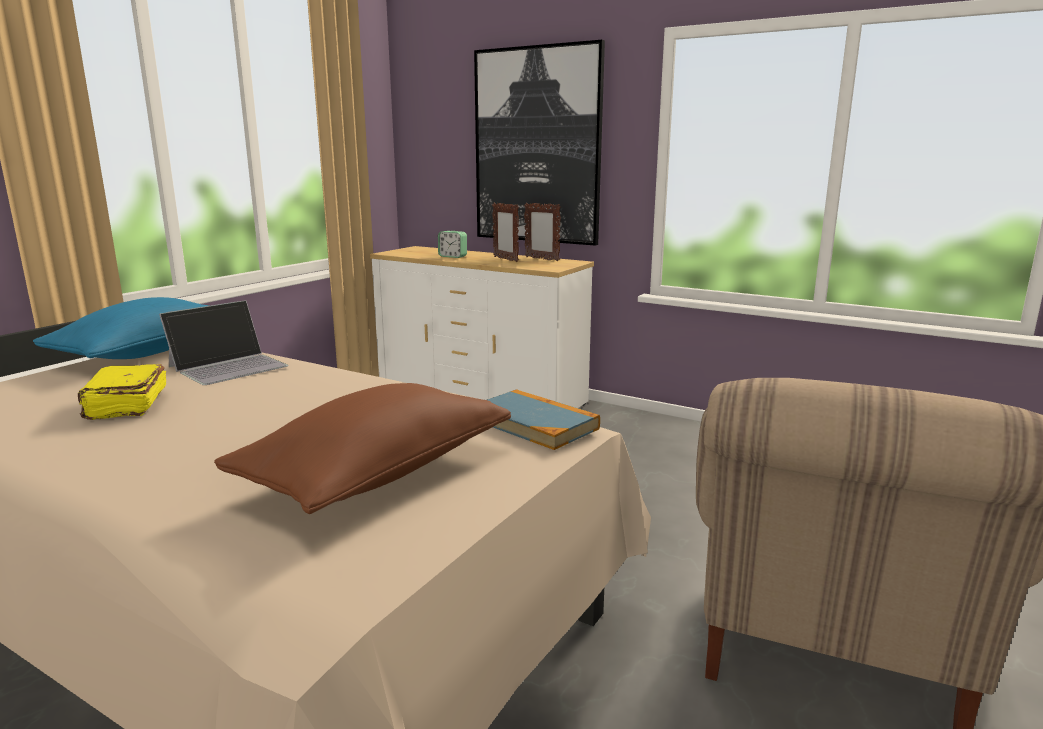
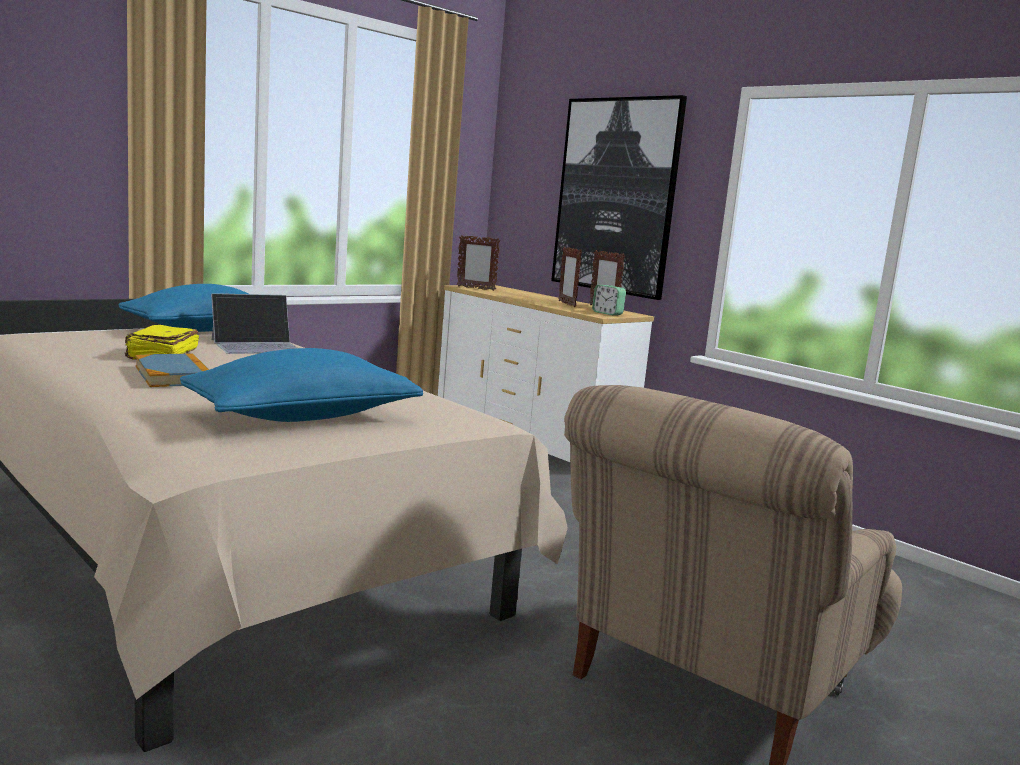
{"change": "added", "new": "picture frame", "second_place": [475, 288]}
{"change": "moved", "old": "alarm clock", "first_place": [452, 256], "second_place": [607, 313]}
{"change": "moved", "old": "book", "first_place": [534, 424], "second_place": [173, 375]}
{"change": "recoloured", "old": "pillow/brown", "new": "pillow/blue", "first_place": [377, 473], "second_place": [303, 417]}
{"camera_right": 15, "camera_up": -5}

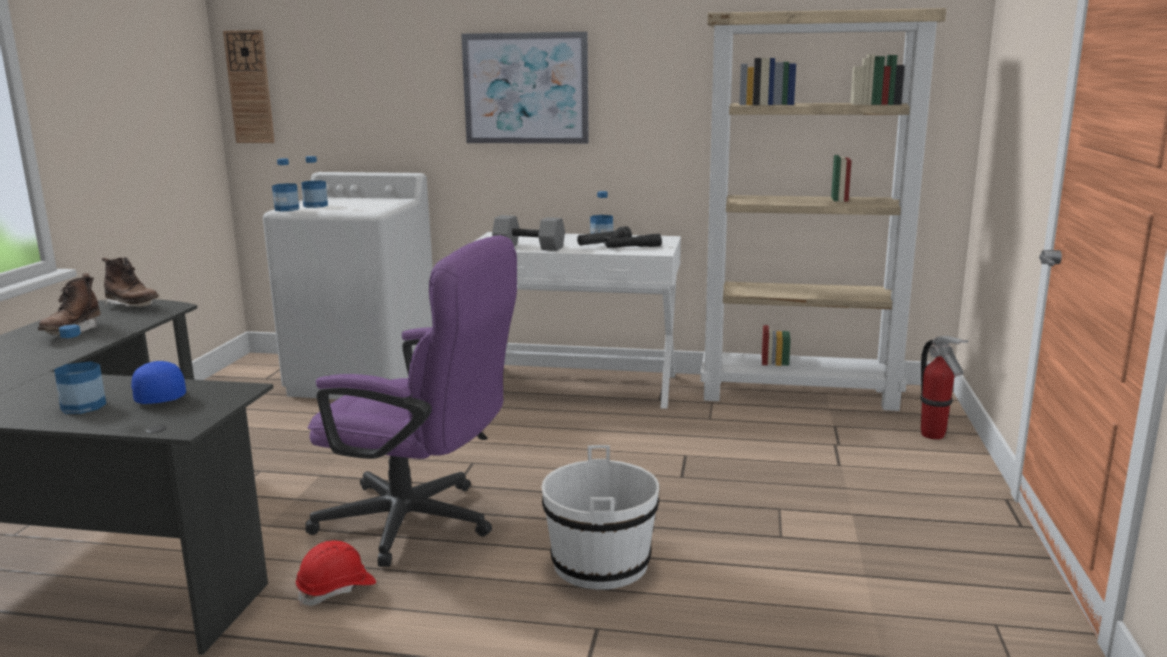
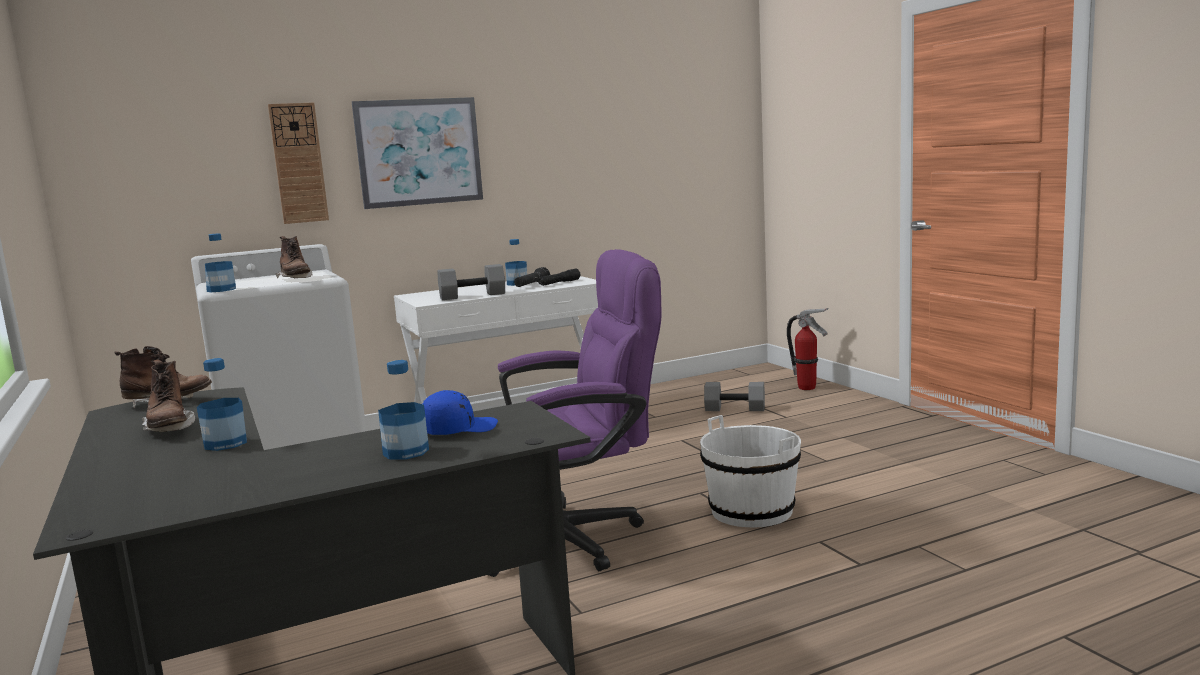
{"change": "removed", "old": "hard hat/red", "first_place": [337, 590]}
{"change": "removed", "old": "bookcase/beige", "first_place": [800, 394]}
{"change": "added", "new": "boot/brown", "second_place": [296, 279]}
{"change": "added", "new": "dumbbell/grey", "second_place": [735, 408]}
{"change": "moved", "old": "wall clock", "first_place": [250, 87], "second_place": [298, 163]}
{"change": "moved", "old": "bottle", "first_place": [315, 206], "second_place": [225, 443]}
{"change": "turned", "old": "cap/blue", "first_place": [160, 396], "second_place": [459, 429], "degrees": 120}
{"camera_right": -35, "camera_up": -5}

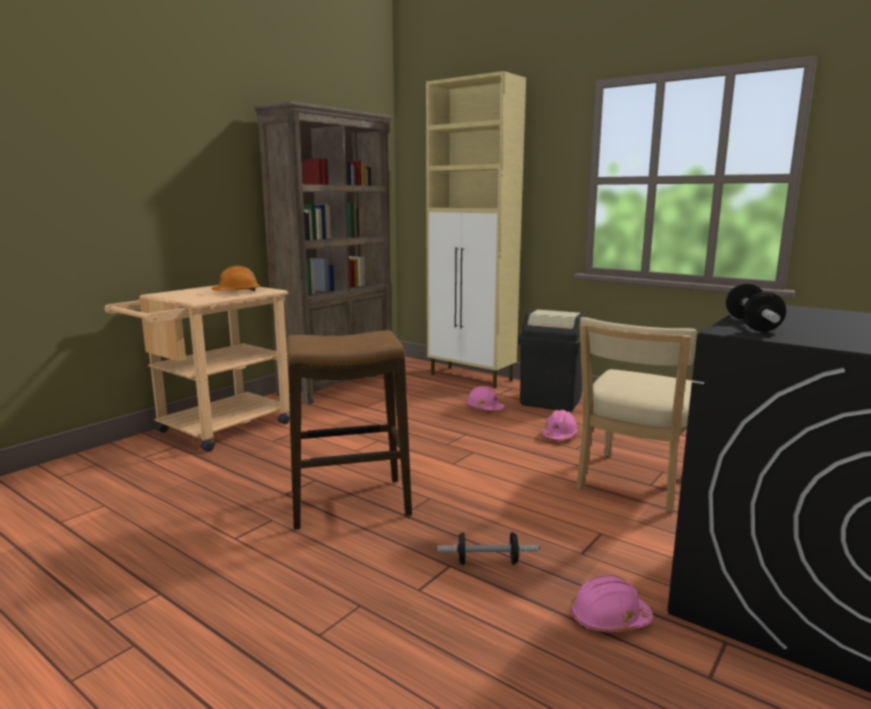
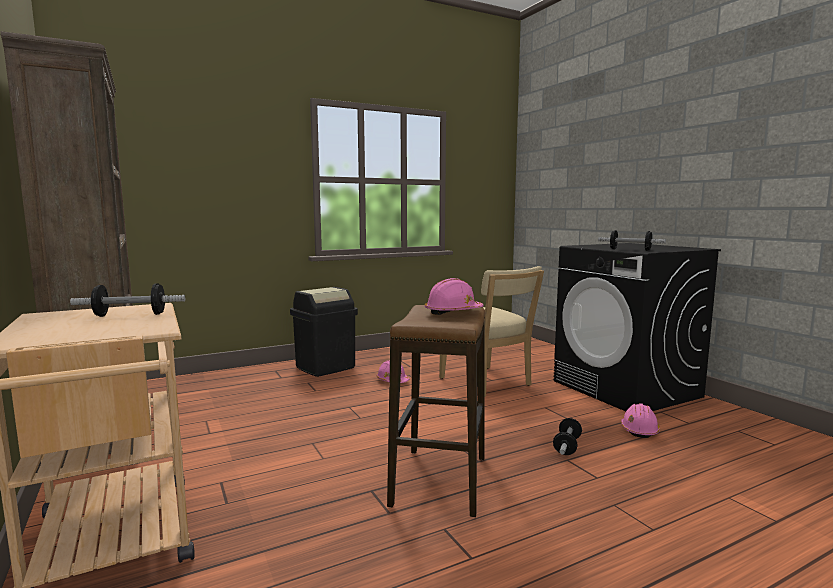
{"change": "removed", "old": "cabinet/beige", "first_place": [471, 378]}
{"change": "moved", "old": "hard hat/pink", "first_place": [484, 408], "second_place": [453, 312]}
{"change": "replaced", "old": "hard hat/orange", "new": "dumbbell", "first_place": [237, 292], "second_place": [130, 315]}
{"camera_right": -65, "camera_up": -5}

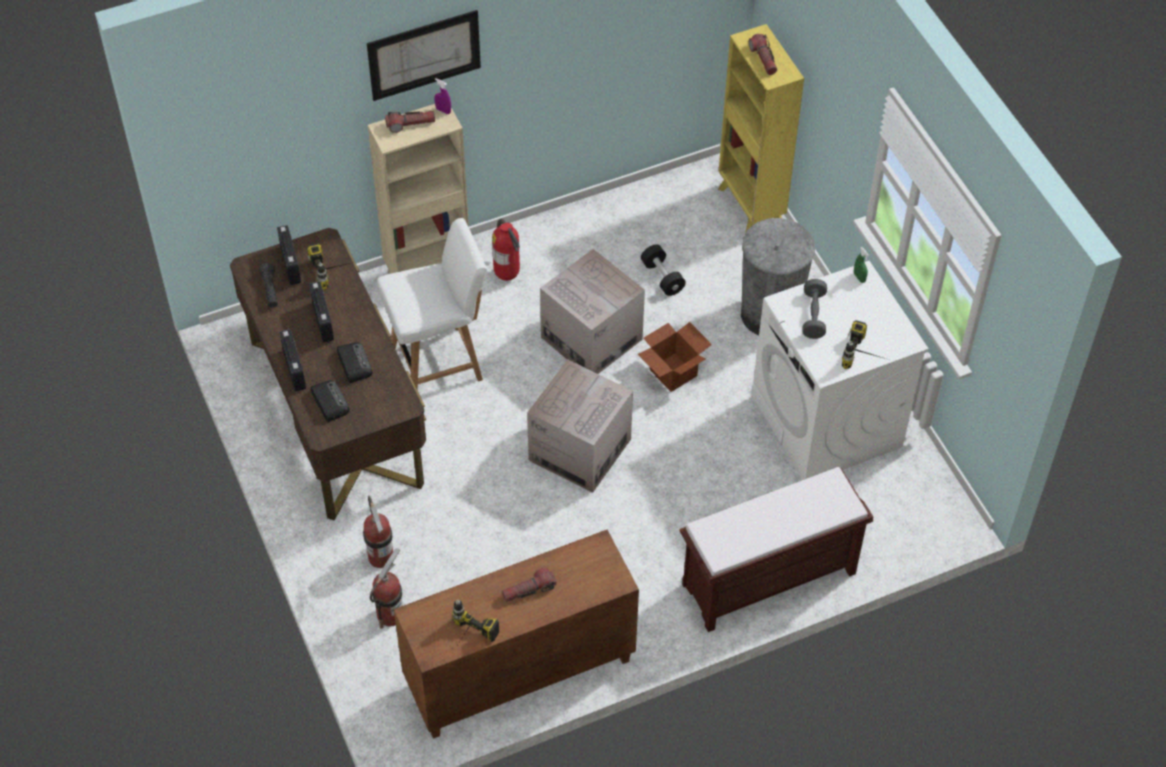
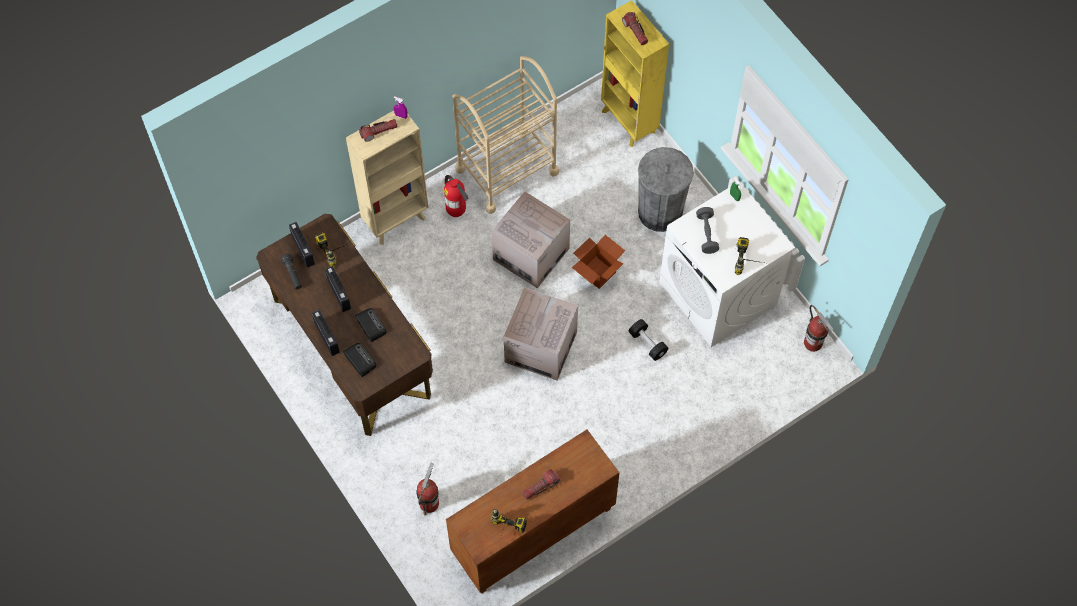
{"change": "removed", "old": "picture", "first_place": [424, 55]}
{"change": "removed", "old": "chair/white", "first_place": [438, 362]}
{"change": "removed", "old": "bench/brown", "first_place": [767, 580]}
{"change": "added", "new": "cart/beige", "second_place": [506, 170]}
{"change": "moved", "old": "fire extinguisher", "first_place": [381, 557], "second_place": [813, 343]}
{"change": "moved", "old": "dumbbell/black", "first_place": [662, 277], "second_place": [647, 343]}
{"camera_right": -10, "camera_up": 10}

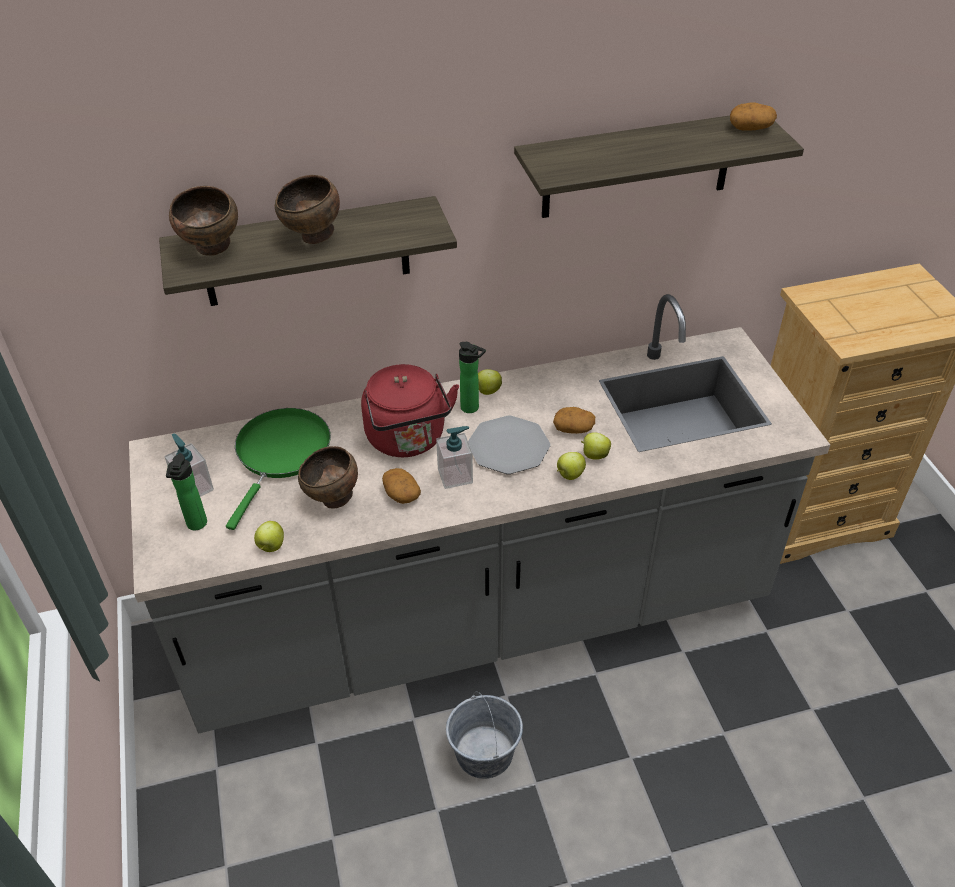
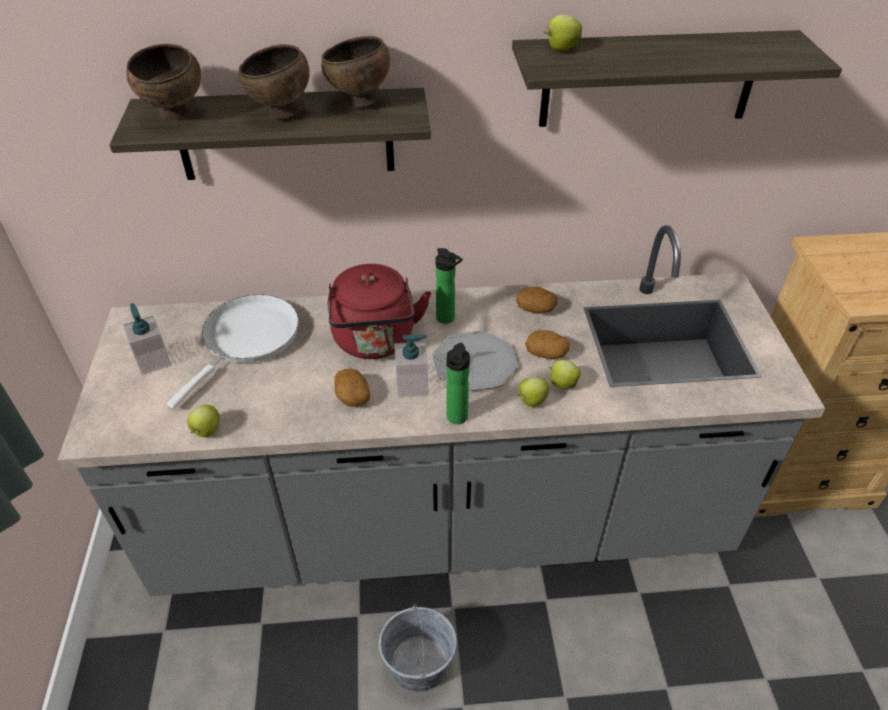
{"change": "moved", "old": "bottle", "first_place": [196, 525], "second_place": [456, 419]}
{"change": "moved", "old": "bowl/brown", "first_place": [332, 499], "second_place": [359, 102]}
{"change": "moved", "old": "apple", "first_place": [487, 391], "second_place": [560, 49]}
{"change": "moved", "old": "potato", "first_place": [750, 128], "second_place": [536, 308]}
{"change": "recoloured", "old": "frying pan/green", "new": "frying pan/white", "first_place": [281, 454], "second_place": [247, 339]}
{"camera_right": 10, "camera_up": 0}

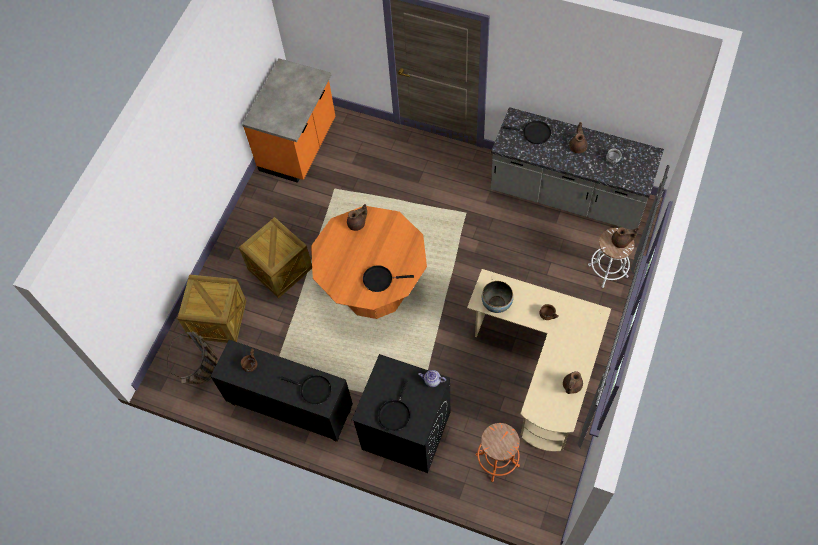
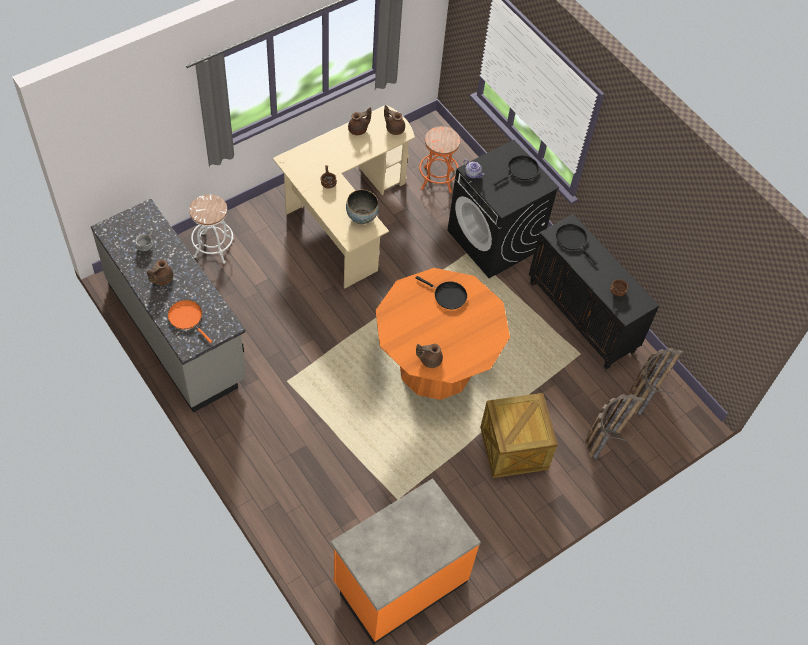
{"change": "moved", "old": "teapot/brown", "first_place": [621, 241], "second_place": [394, 128]}
{"change": "replaced", "old": "crate", "new": "basket", "first_place": [218, 319], "second_place": [607, 437]}
{"change": "recoloured", "old": "frying pan/black", "new": "frying pan/orange", "first_place": [534, 133], "second_place": [187, 318]}
{"camera_right": -155, "camera_up": -5}

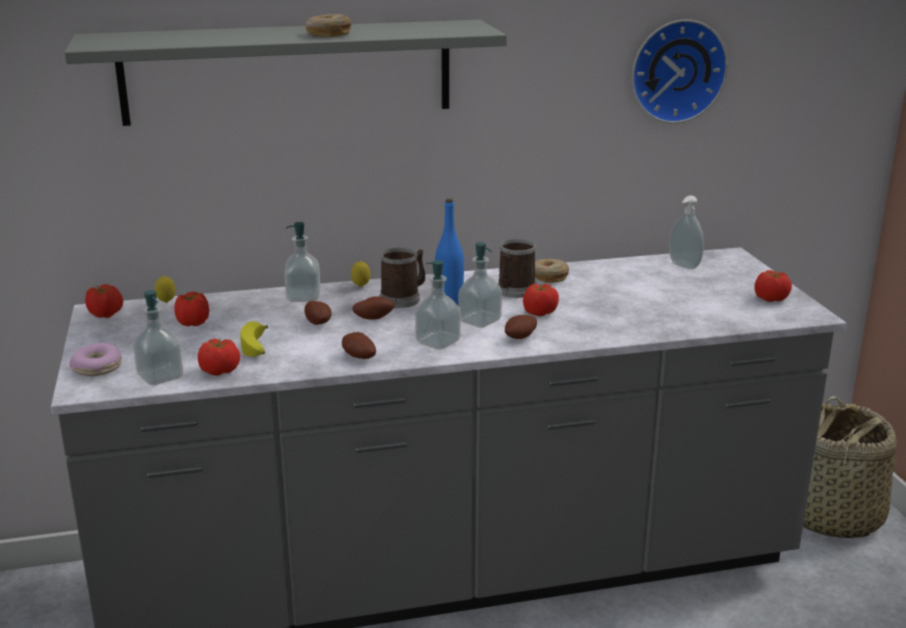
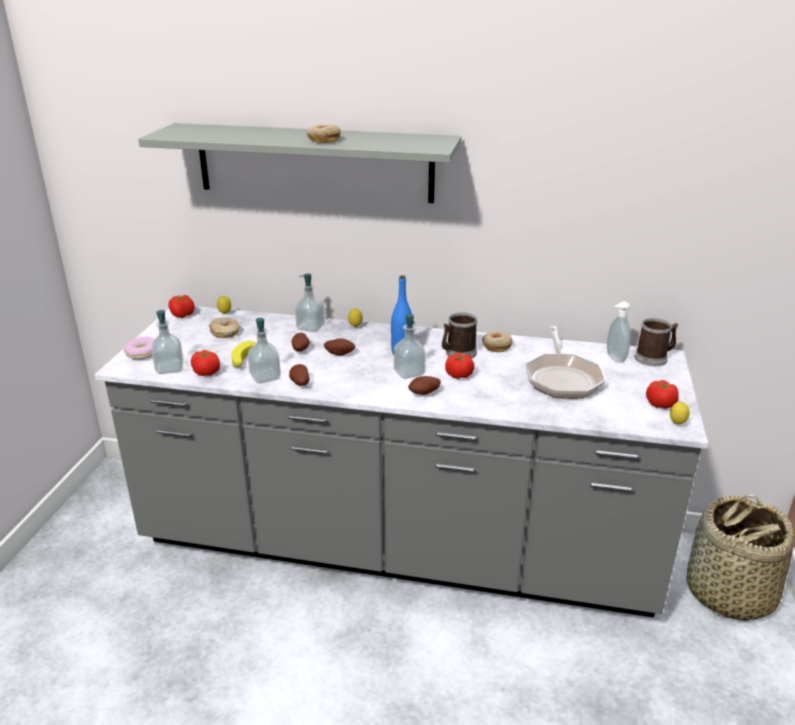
{"change": "removed", "old": "wall clock", "first_place": [676, 70]}
{"change": "added", "new": "frying pan", "second_place": [562, 378]}
{"change": "added", "new": "lemon", "second_place": [677, 424]}
{"change": "moved", "old": "mug", "first_place": [403, 298], "second_place": [654, 358]}
{"change": "moved", "old": "soap dispenser", "first_place": [438, 342], "second_place": [265, 377]}
{"change": "replaced", "old": "tomato", "new": "donut", "first_place": [192, 323], "second_place": [225, 332]}
{"camera_right": 25, "camera_up": 5}

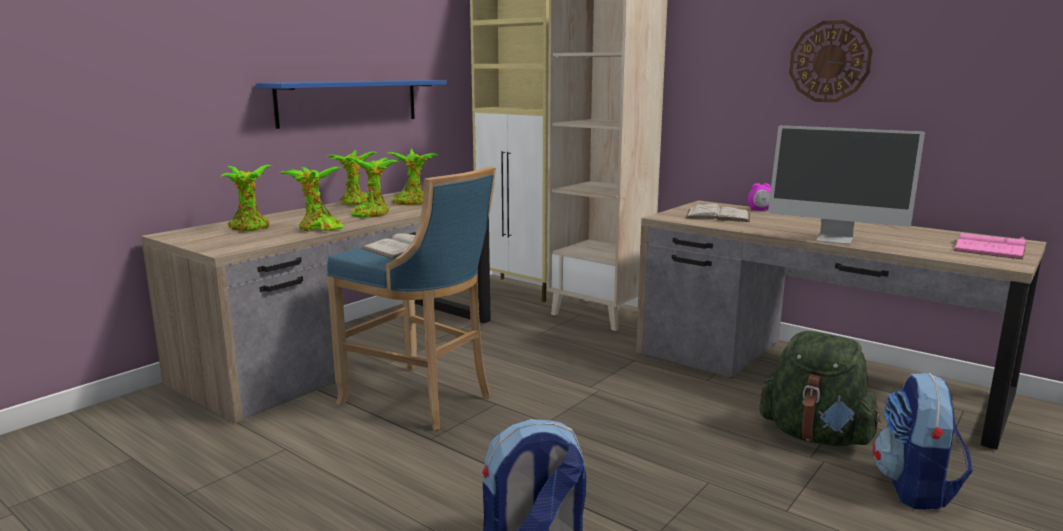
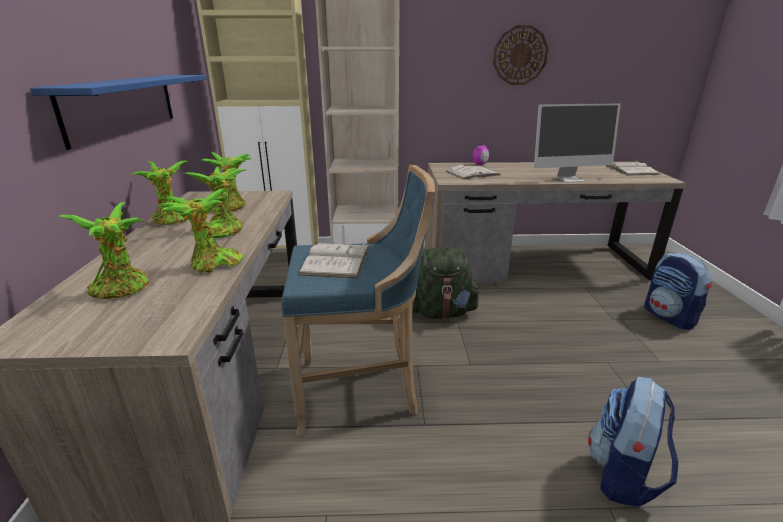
{"change": "moved", "old": "backpack/green", "first_place": [815, 436], "second_place": [441, 312]}
{"change": "recoloured", "old": "book/pink", "new": "book/white", "first_place": [990, 247], "second_place": [631, 169]}
{"camera_right": -40, "camera_up": 10}

